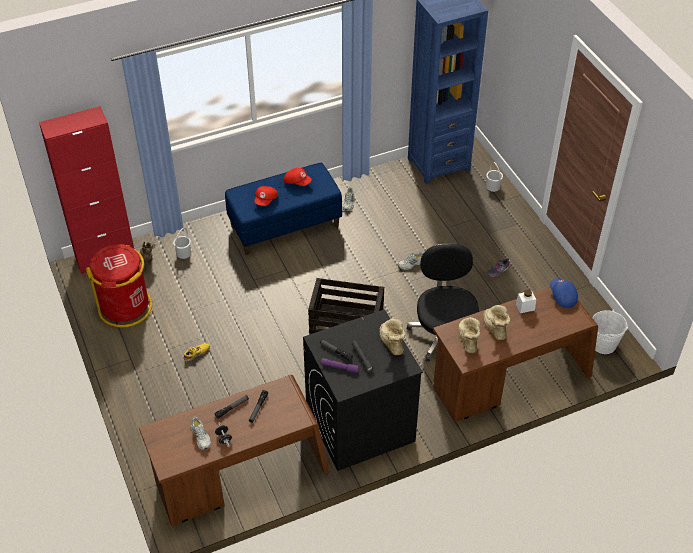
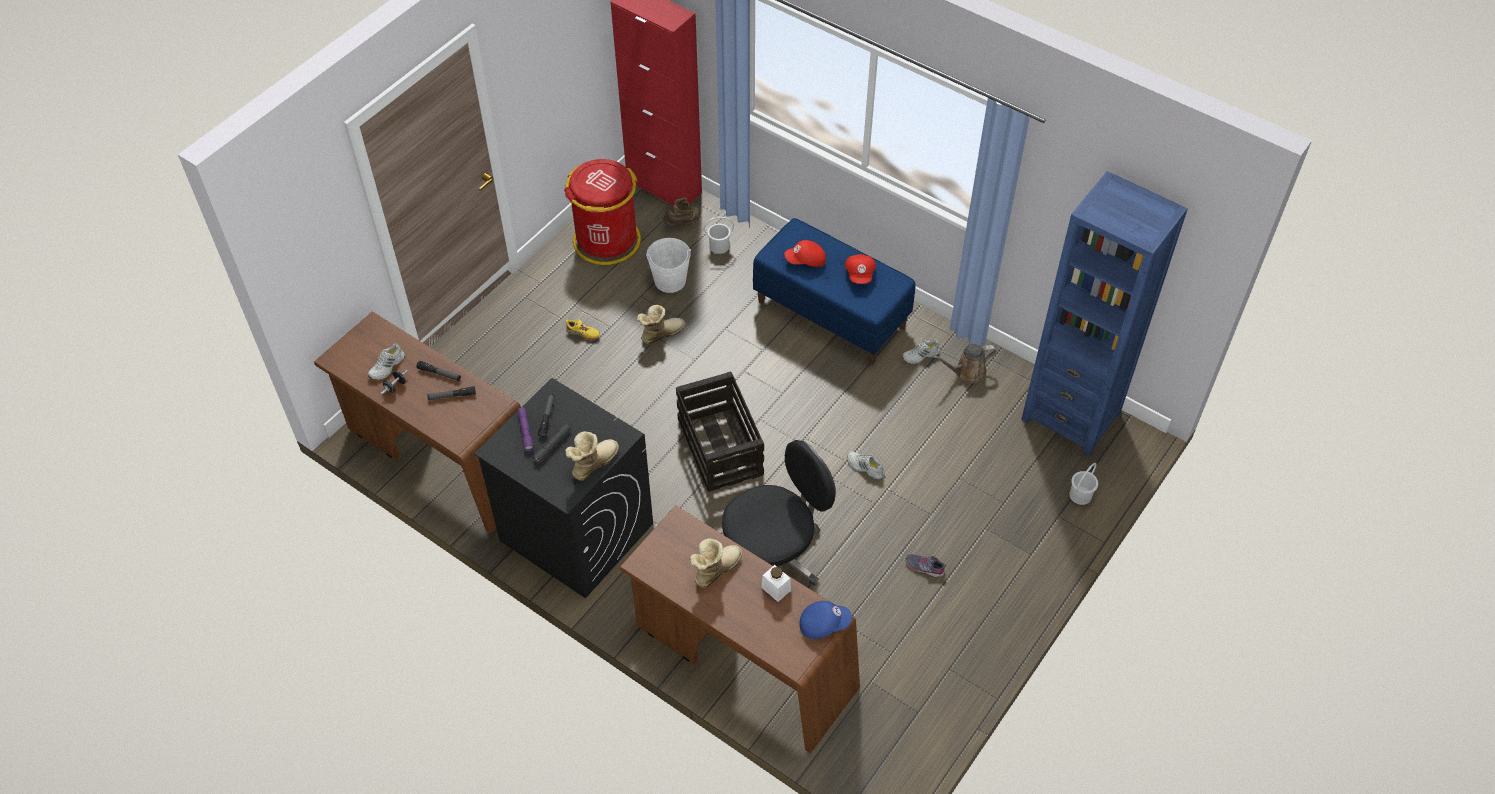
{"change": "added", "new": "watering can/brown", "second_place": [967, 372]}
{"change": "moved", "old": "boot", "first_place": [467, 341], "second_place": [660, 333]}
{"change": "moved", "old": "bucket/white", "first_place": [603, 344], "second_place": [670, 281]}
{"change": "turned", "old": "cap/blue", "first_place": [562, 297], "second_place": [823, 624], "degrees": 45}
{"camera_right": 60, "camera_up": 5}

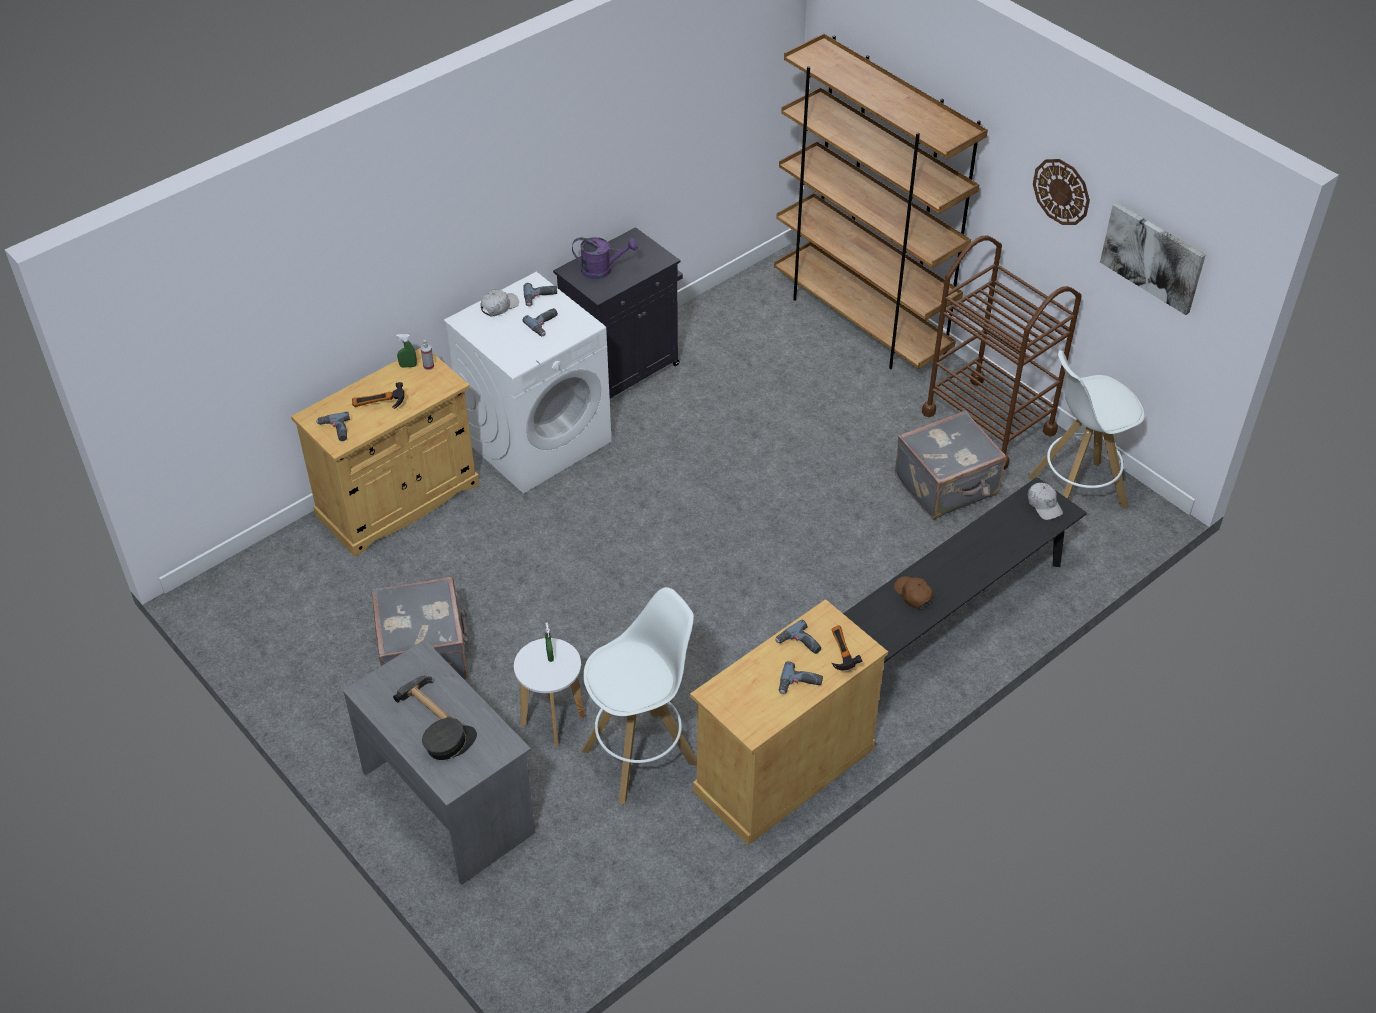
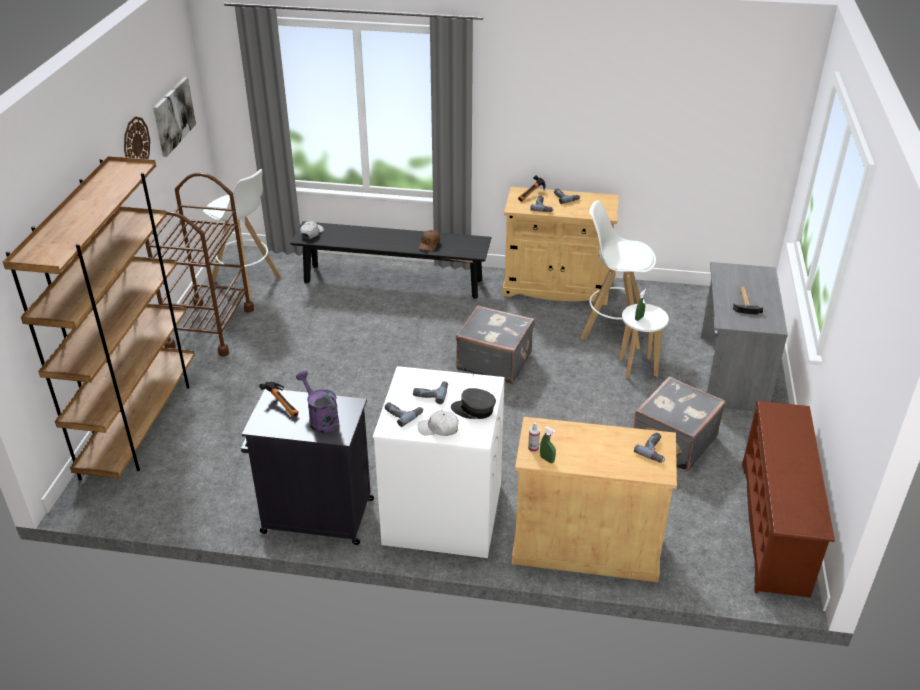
{"change": "added", "new": "shoe rack/brown", "second_place": [775, 527]}
{"change": "moved", "old": "hammer", "first_place": [379, 407], "second_place": [284, 404]}
{"change": "moved", "old": "cap/grey", "first_place": [449, 743], "second_place": [473, 410]}
{"change": "moved", "old": "suitcase/grey", "first_place": [947, 487], "second_place": [494, 361]}
{"camera_right": -130, "camera_up": -10}

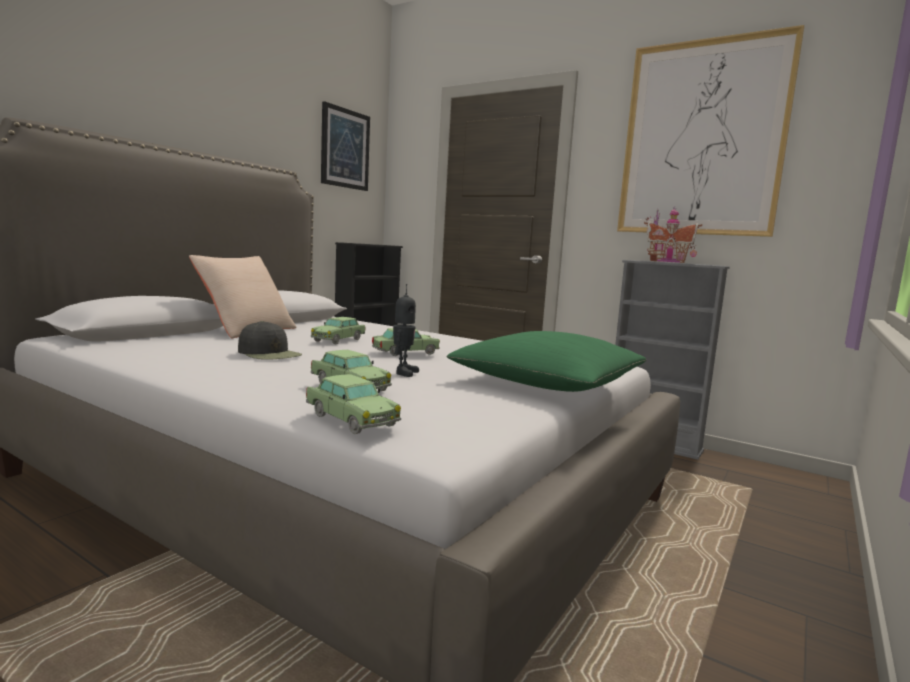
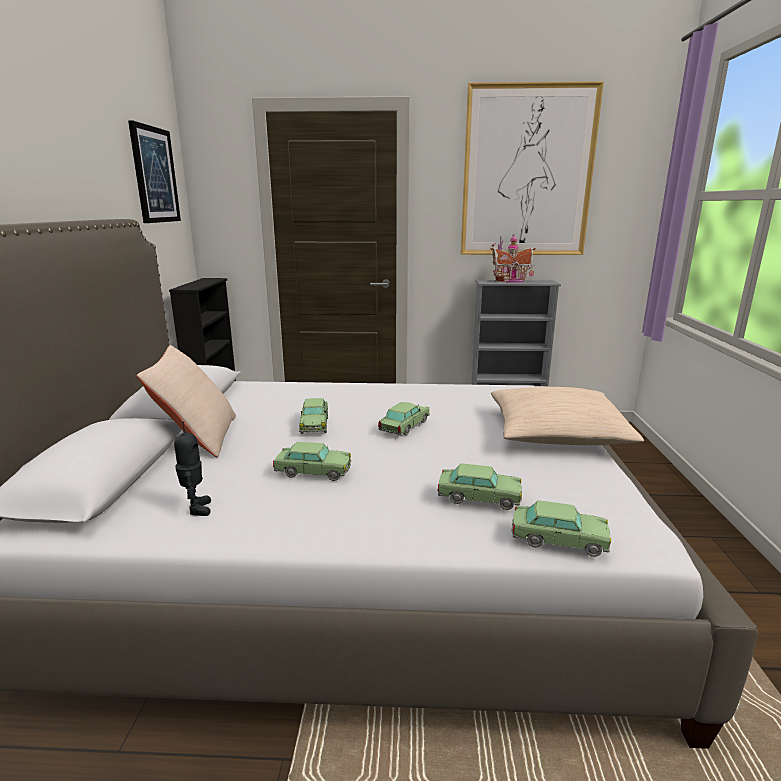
{"change": "moved", "old": "toy robot", "first_place": [403, 373], "second_place": [196, 509]}
{"change": "replaced", "old": "cap/black", "new": "toy car", "first_place": [270, 354], "second_place": [313, 472]}
{"change": "recoloured", "old": "pillow/green", "new": "pillow/beige", "first_place": [547, 383], "second_place": [556, 433]}
{"camera_right": -30, "camera_up": 10}

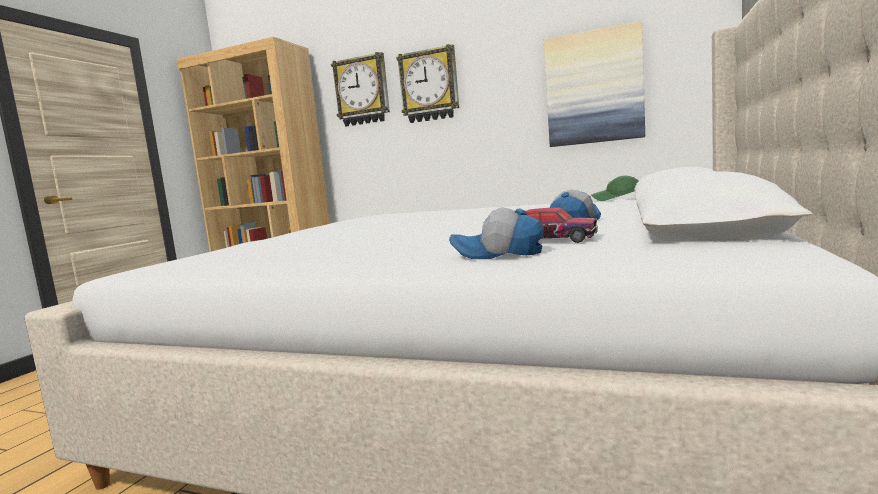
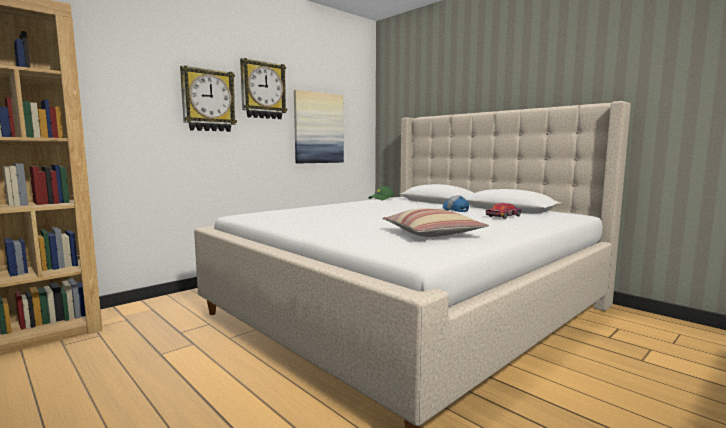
{"change": "removed", "old": "cap", "first_place": [497, 254]}
{"change": "added", "new": "pillow", "second_place": [432, 233]}
{"change": "moved", "old": "wall clock", "first_place": [362, 91], "second_place": [263, 90]}
{"camera_right": -65, "camera_up": 0}

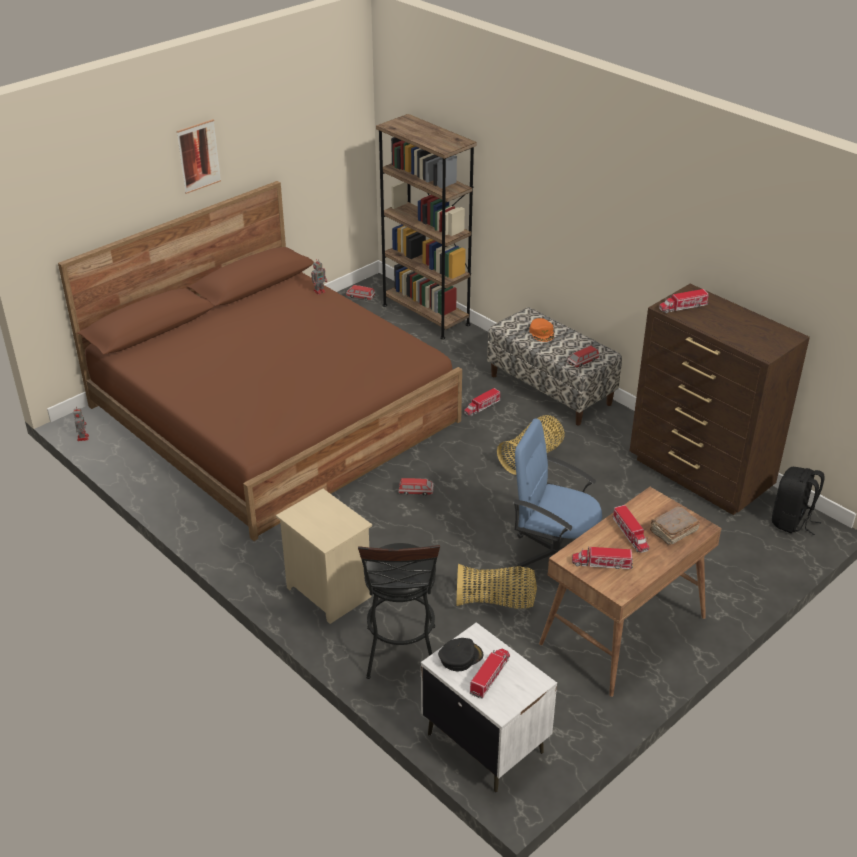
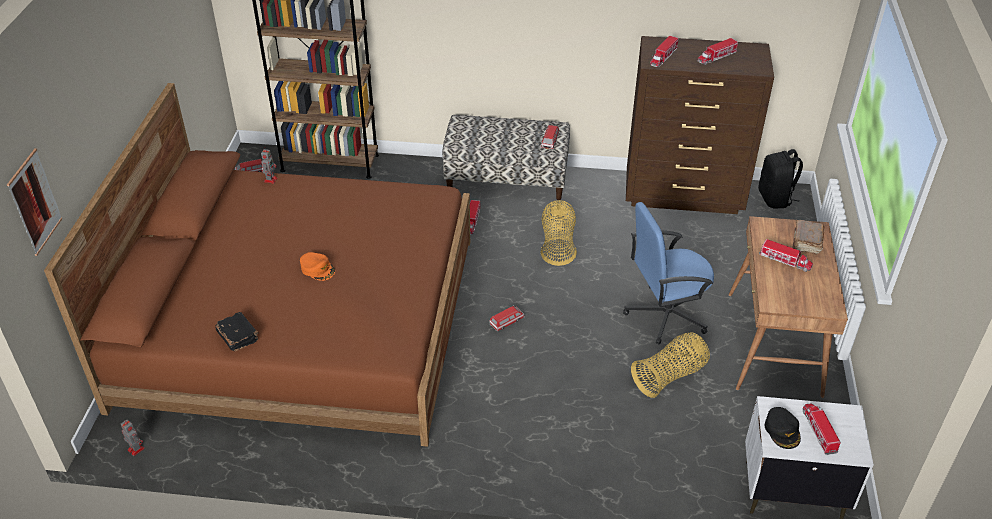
{"change": "removed", "old": "nightstand/beige", "first_place": [327, 592]}
{"change": "removed", "old": "stool/black", "first_place": [401, 657]}
{"change": "added", "new": "book/black", "second_place": [238, 336]}
{"change": "moved", "old": "picture", "first_place": [199, 156], "second_place": [34, 202]}
{"change": "moved", "old": "cap/orange", "first_place": [542, 333], "second_place": [317, 269]}
{"change": "moved", "old": "toy truck", "first_place": [602, 564], "second_place": [716, 57]}
{"change": "turned", "old": "cap/black", "first_place": [460, 657], "second_place": [782, 430], "degrees": 150}
{"camera_right": -40, "camera_up": 5}

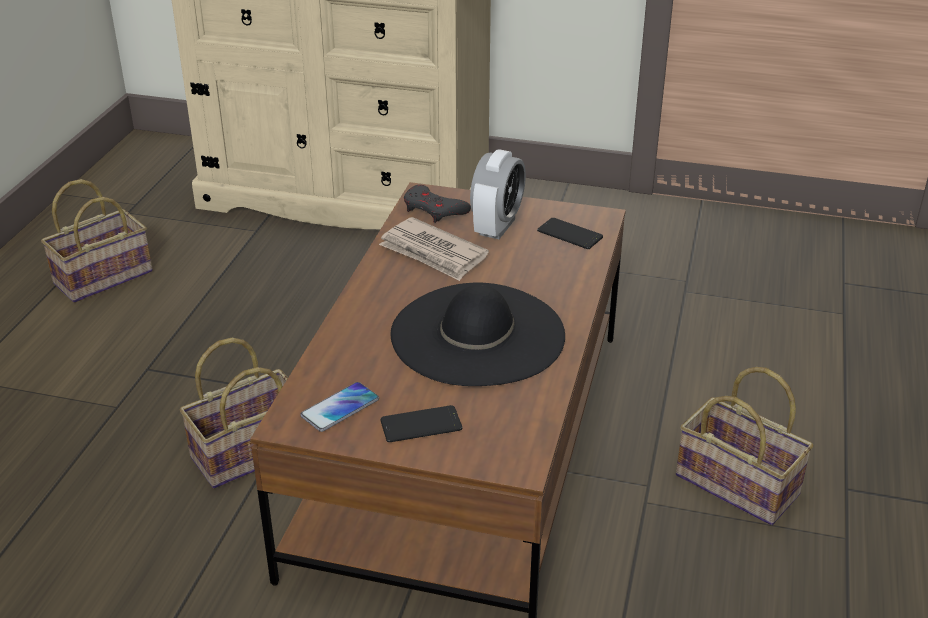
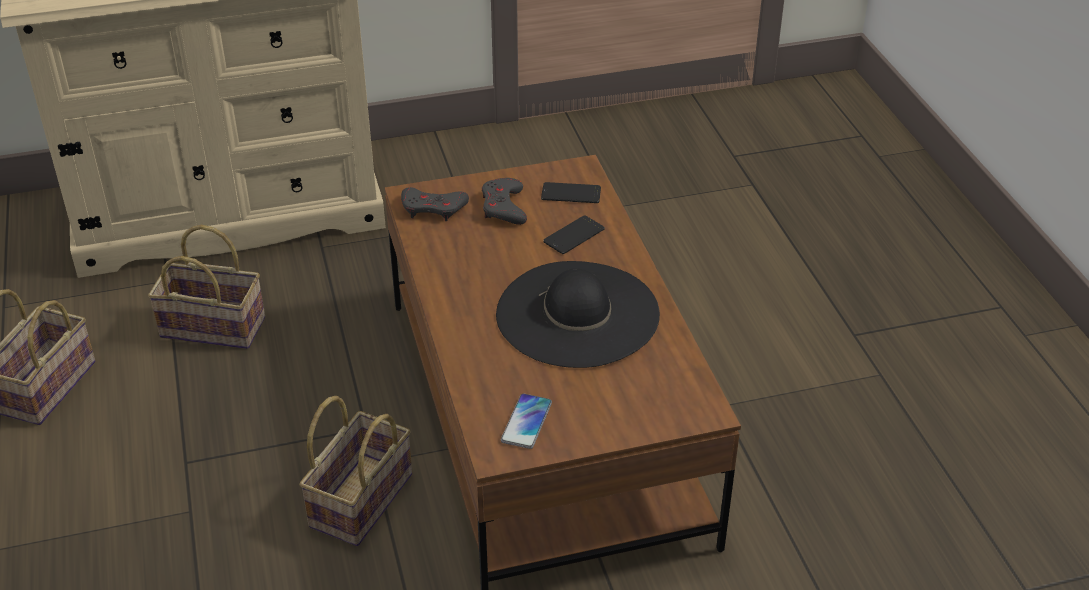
{"change": "removed", "old": "newspaper", "first_place": [433, 253]}
{"change": "moved", "old": "phone", "first_place": [421, 425], "second_place": [574, 235]}
{"change": "moved", "old": "basket", "first_place": [741, 485], "second_place": [216, 326]}
{"change": "replaced", "old": "alarm clock", "new": "game controller/grey", "first_place": [497, 227], "second_place": [504, 207]}
{"camera_right": -30, "camera_up": 5}

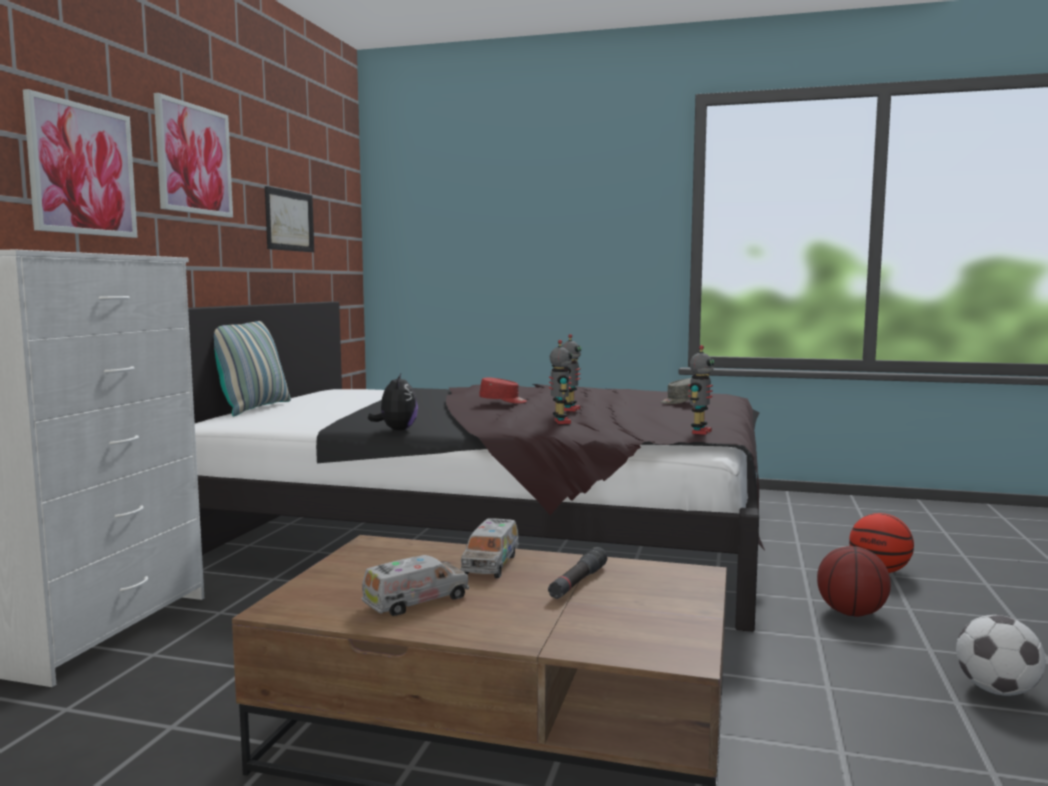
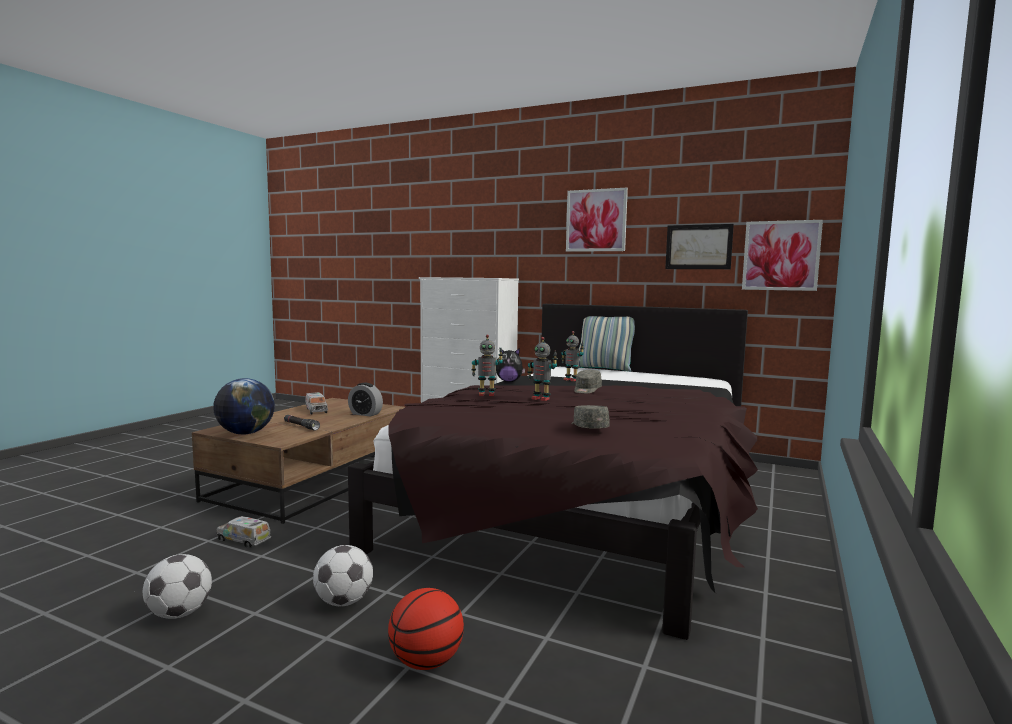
{"change": "added", "new": "globe", "second_place": [245, 433]}
{"change": "added", "new": "alarm clock", "second_place": [365, 414]}
{"change": "moved", "old": "picture", "first_place": [82, 170], "second_place": [781, 255]}
{"change": "moved", "old": "toy truck", "first_place": [491, 563], "second_place": [243, 540]}
{"change": "moved", "old": "toy robot", "first_place": [699, 432], "second_place": [571, 380]}
{"change": "replaced", "old": "basketball", "new": "football", "first_place": [851, 613], "second_place": [344, 602]}
{"change": "recoloured", "old": "cap/red", "new": "cap/grey", "first_place": [503, 401], "second_place": [586, 390]}
{"camera_right": 100, "camera_up": 0}

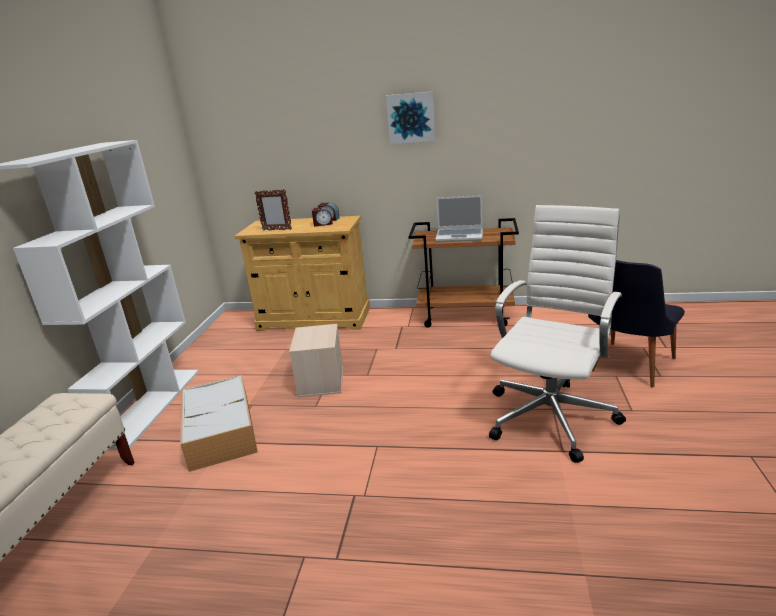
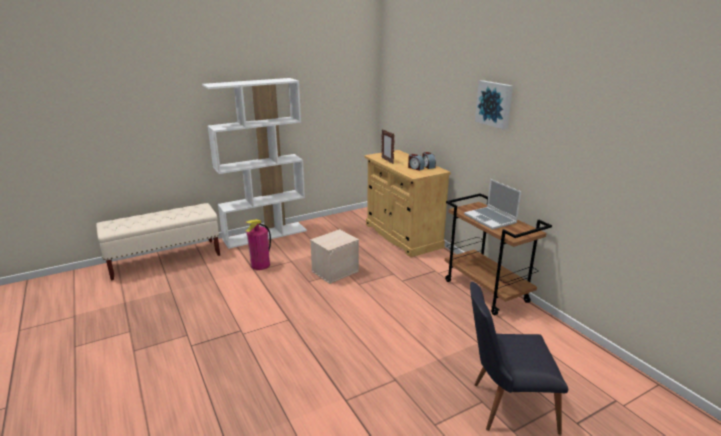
{"change": "removed", "old": "office chair/white", "first_place": [552, 415]}
{"change": "replaced", "old": "storage box", "new": "fire extinguisher", "first_place": [221, 432], "second_place": [260, 265]}
{"camera_right": 50, "camera_up": 0}

